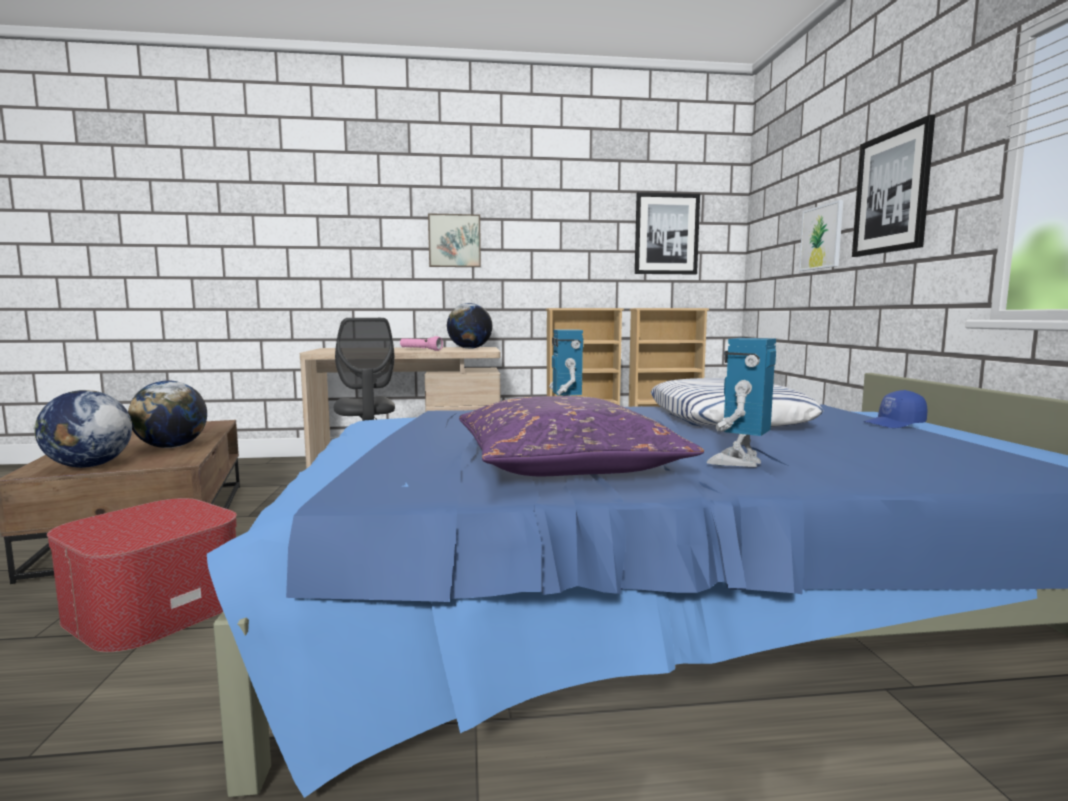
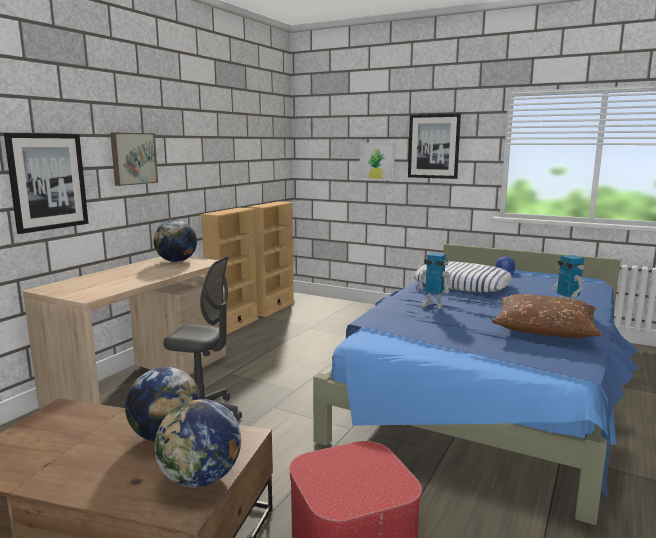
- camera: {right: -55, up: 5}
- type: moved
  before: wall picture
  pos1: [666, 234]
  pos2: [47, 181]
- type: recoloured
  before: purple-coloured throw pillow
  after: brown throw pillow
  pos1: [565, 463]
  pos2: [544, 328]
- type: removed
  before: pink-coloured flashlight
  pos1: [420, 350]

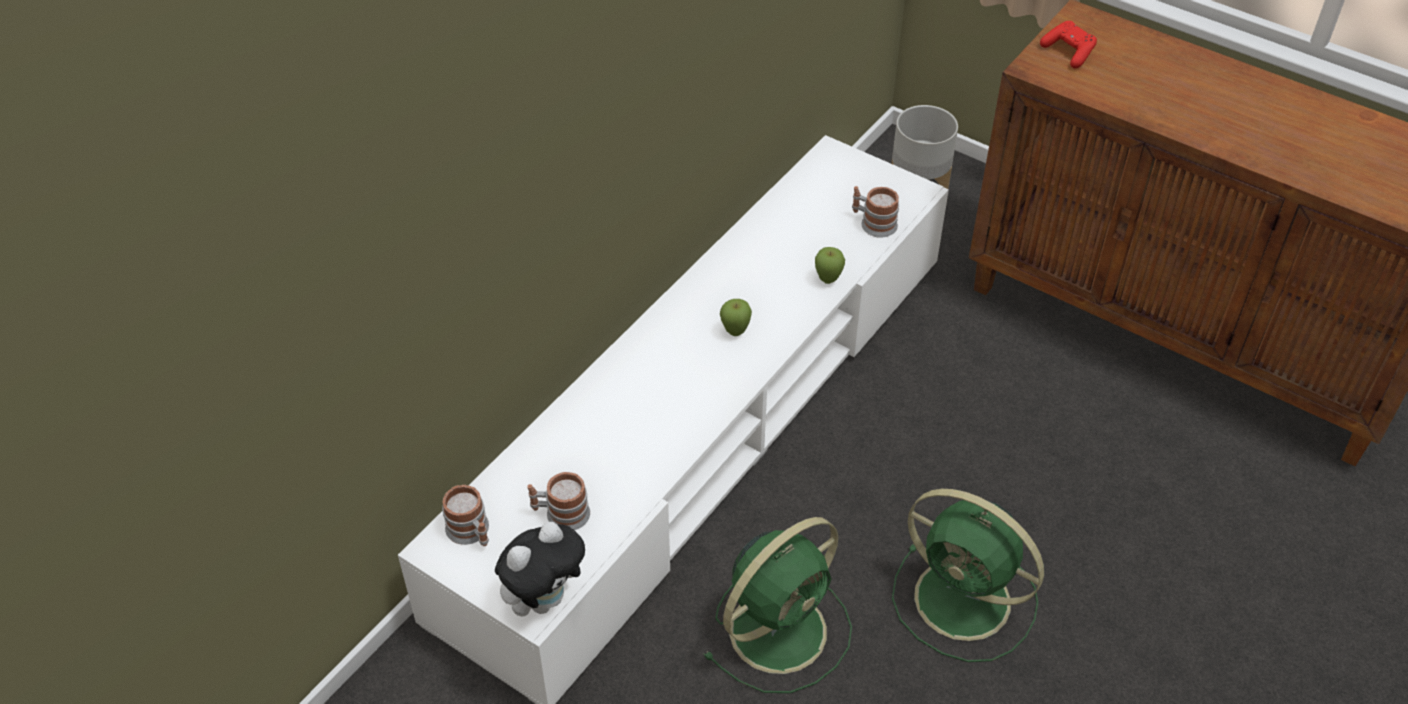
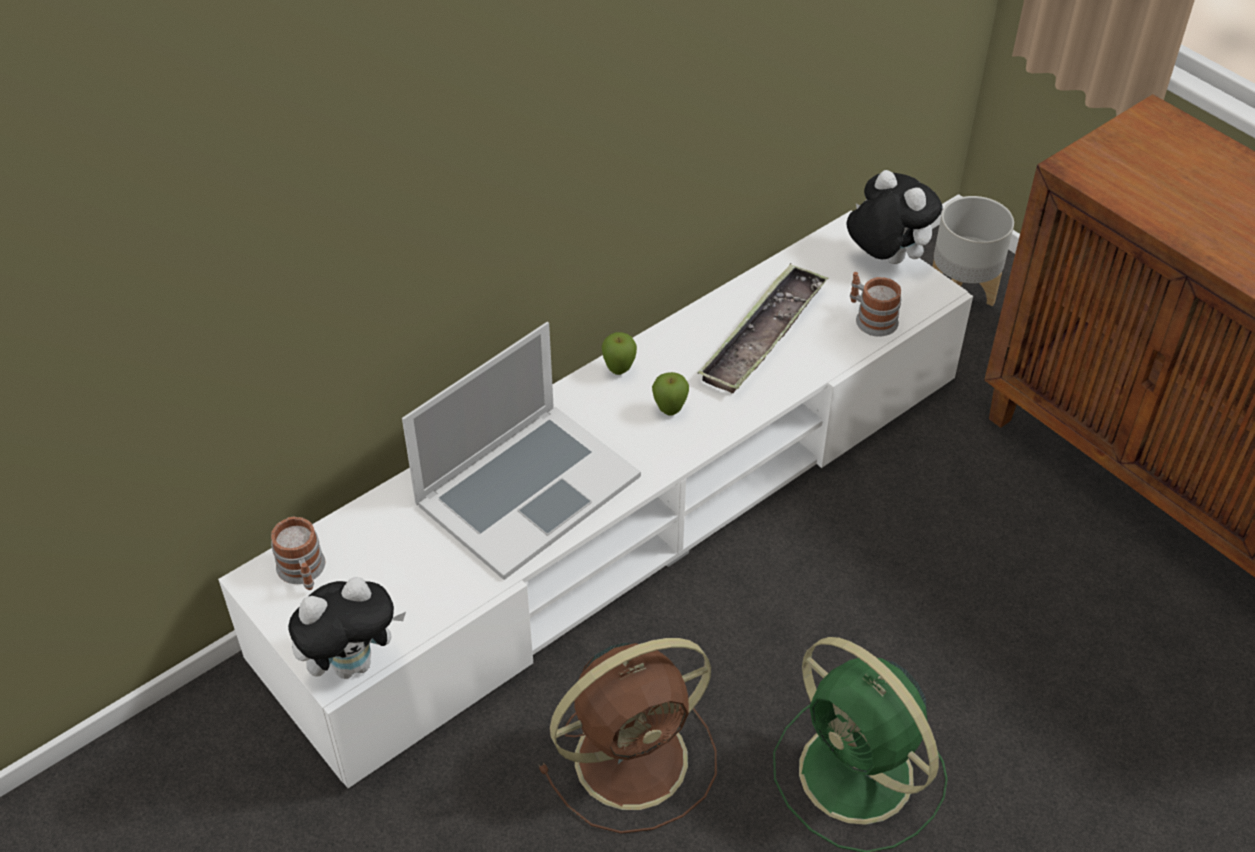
- camera: {right: 15, up: 0}
- type: added
  after: laptop
  pos2: [527, 488]
- type: recoloured
  before: green electric fan
  after: brown electric fan
  pos1: [781, 628]
  pos2: [636, 757]
- type: moved
  before: whole apple
  pos1: [828, 280]
  pos2: [619, 371]
- type: added
  after: tray
  pos2: [763, 335]
- type: added
  after: plush toy
  pos2: [885, 259]
- type: removed
  before: coffee mug
  pos1: [560, 514]
- type: removed
  before: red-coloured game controller
  pos1: [1068, 52]

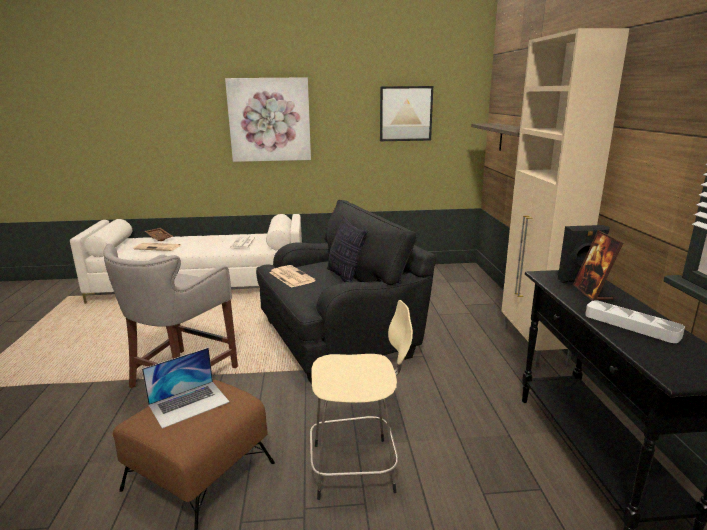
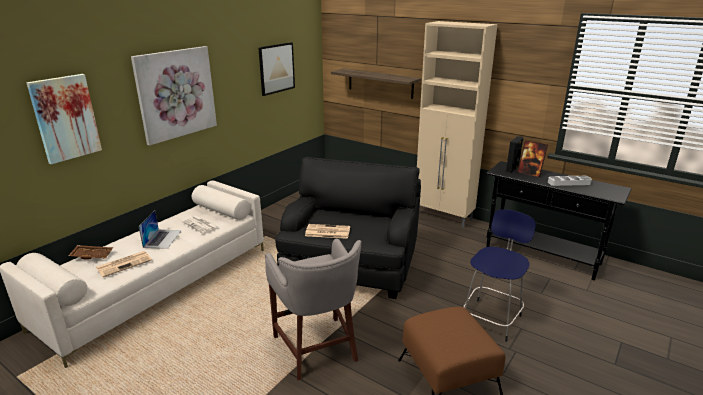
- camera: {right: -50, up: 5}
- type: added
  after: wall picture
  pos2: [65, 118]
- type: moved
  before: laptop
  pos1: [189, 403]
  pos2: [162, 238]
- type: recoloured
  before: sand-coloured stool
  after: blue-coloured stool
  pos1: [357, 467]
  pos2: [492, 318]
- type: removed
  before: throw pillow
  pos1: [345, 277]

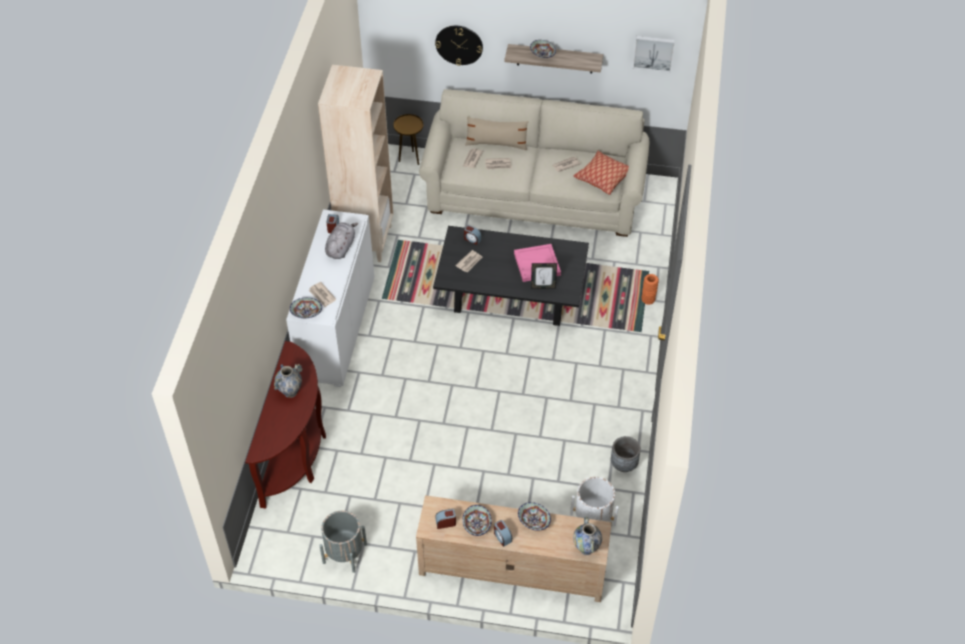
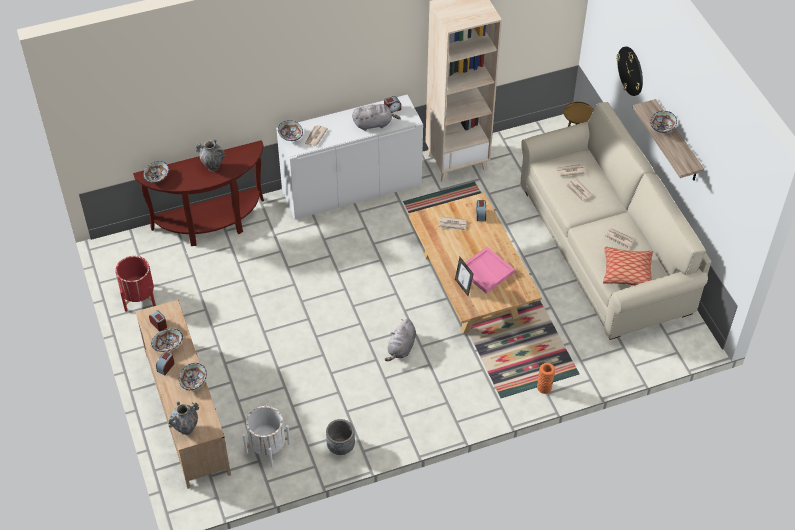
- camera: {right: 60, up: 0}
- type: recoloured
  before: grey plant pot
  after: red-coloured plant pot
  pos1: [344, 553]
  pos2: [139, 297]
- type: added
  after: serving bowl
  pos2: [157, 177]
- type: added
  after: grey plush toy
  pos2: [401, 348]
- type: recoloured
  before: blackish coffee table
  after: sand-coloured coffee table
  pos1: [511, 296]
  pos2: [471, 285]
- type: removed
  before: sand-coloured throw pillow
  pos1: [496, 144]
- type: removed
  before: wall picture
  pos1: [653, 52]

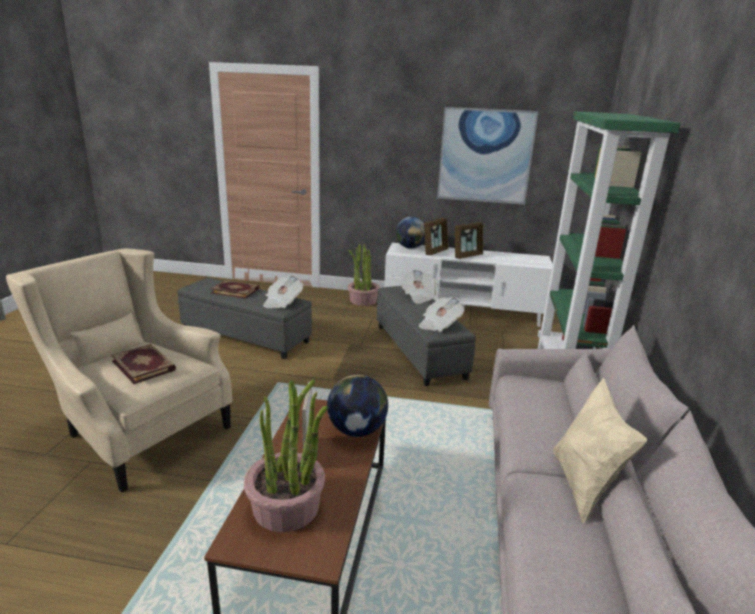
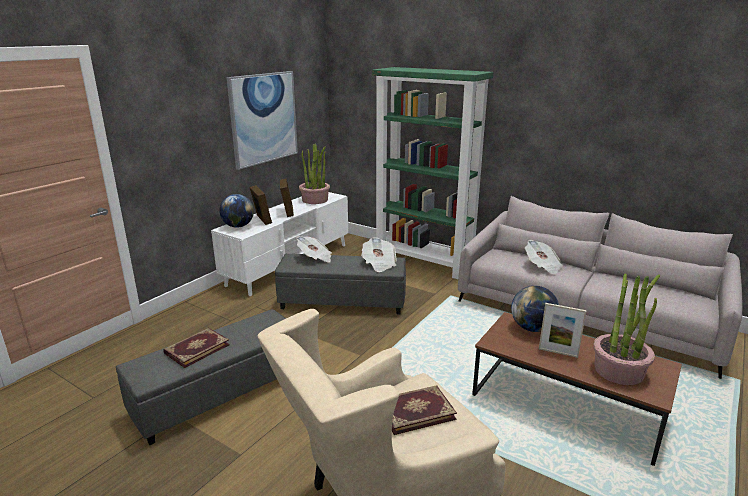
- camera: {right: -65, up: 0}
- type: moved
  before: potted plant
  pos1: [363, 300]
  pos2: [315, 200]
- type: moved
  before: daily paper
  pos1: [282, 302]
  pos2: [542, 266]
- type: removed
  before: sand-coloured throw pillow
  pos1: [583, 486]

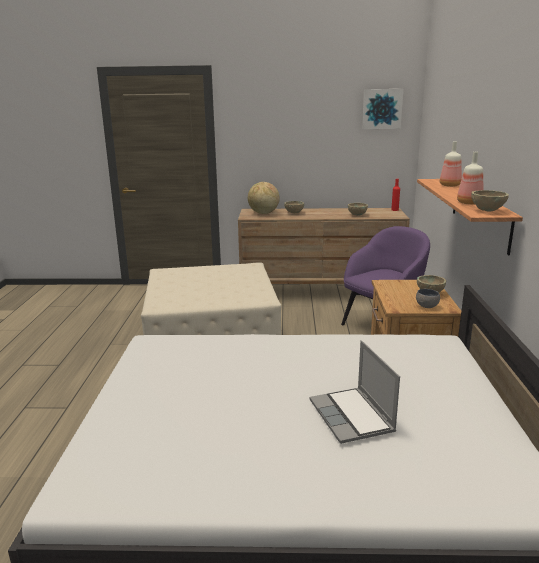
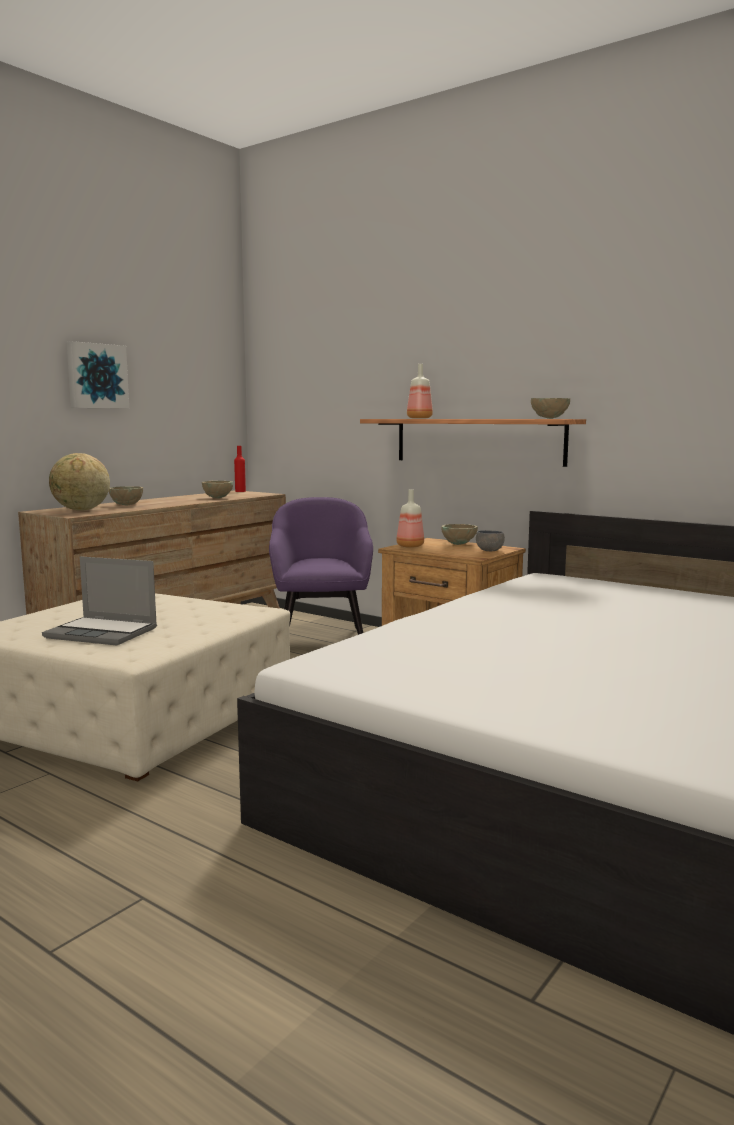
- camera: {right: -55, up: -10}
- type: moved
  before: laptop
  pos1: [352, 417]
  pos2: [103, 633]
- type: moved
  before: wall picture
  pos1: [382, 109]
  pos2: [96, 376]
- type: moved
  before: drink bottle
  pos1: [468, 203]
  pos2: [409, 546]

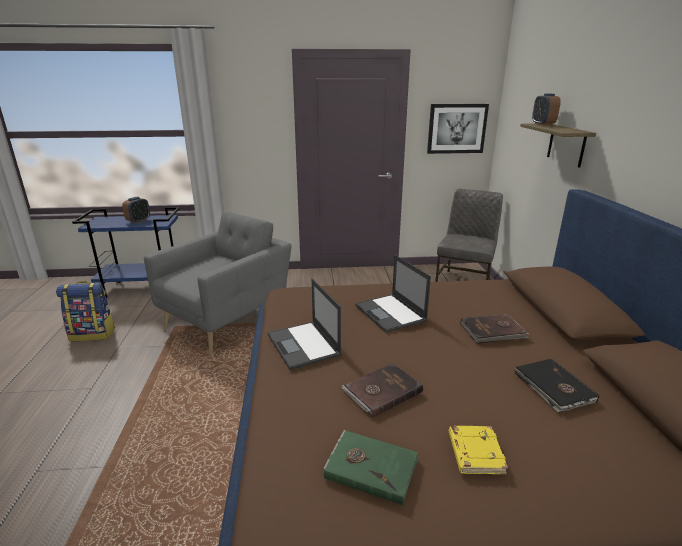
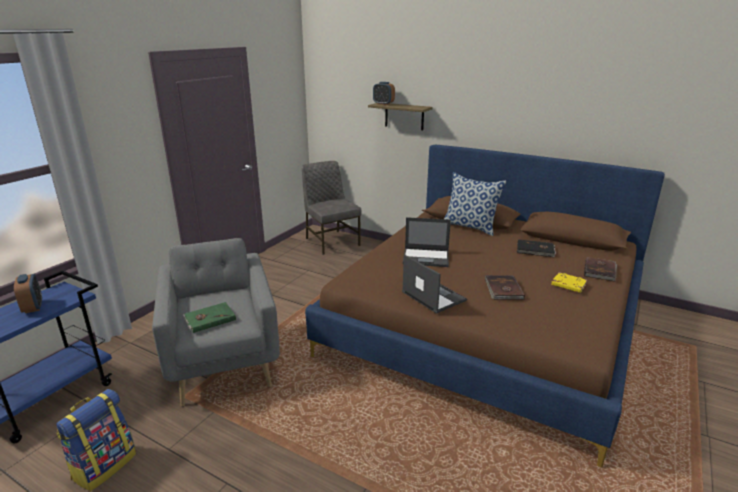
- camera: {right: -55, up: 0}
- type: moved
  before: green bound book
  pos1: [371, 467]
  pos2: [209, 319]
- type: turned
  before: laptop
  pos1: [304, 345]
  pos2: [433, 296]
  turn: -135
- type: added
  after: throw pillow
  pos2: [470, 227]
- type: moved
  before: brown bound book
  pos1: [493, 331]
  pos2: [600, 270]
- type: removed
  before: wall picture
  pos1: [456, 128]

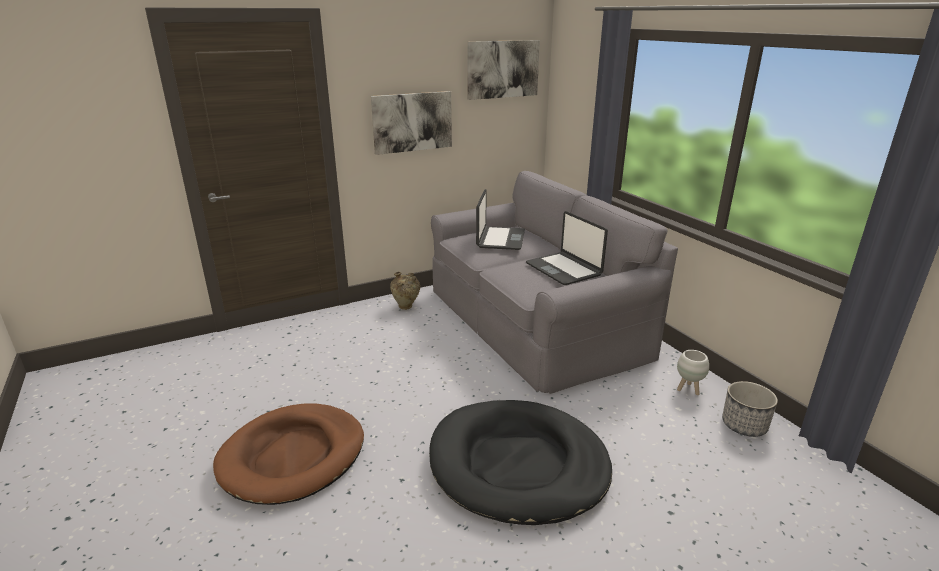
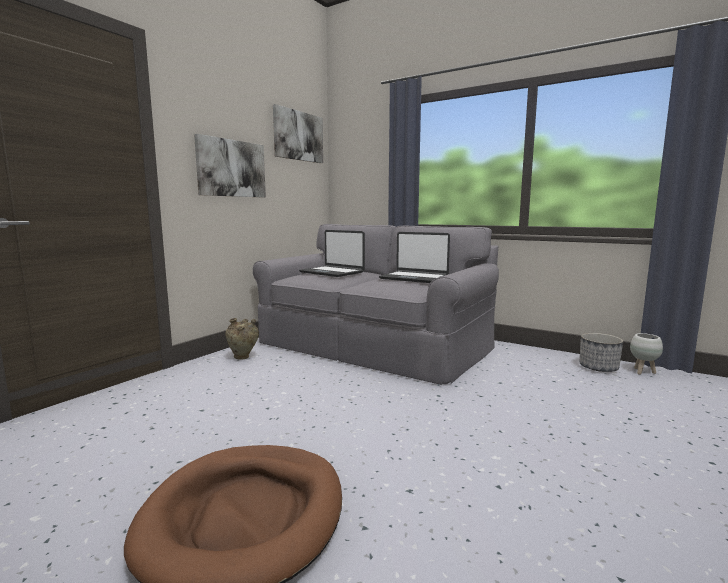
- camera: {right: -30, up: -15}
- type: turned
  before: laptop
  pos1: [500, 239]
  pos2: [332, 272]
  turn: 150
- type: moved
  before: whitish plant pot
  pos1: [688, 389]
  pos2: [643, 372]
- type: removed
  before: blackish dog cushion
  pos1: [518, 465]

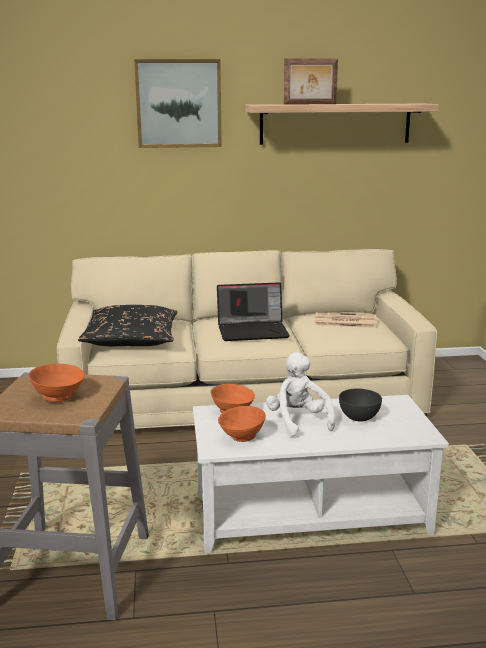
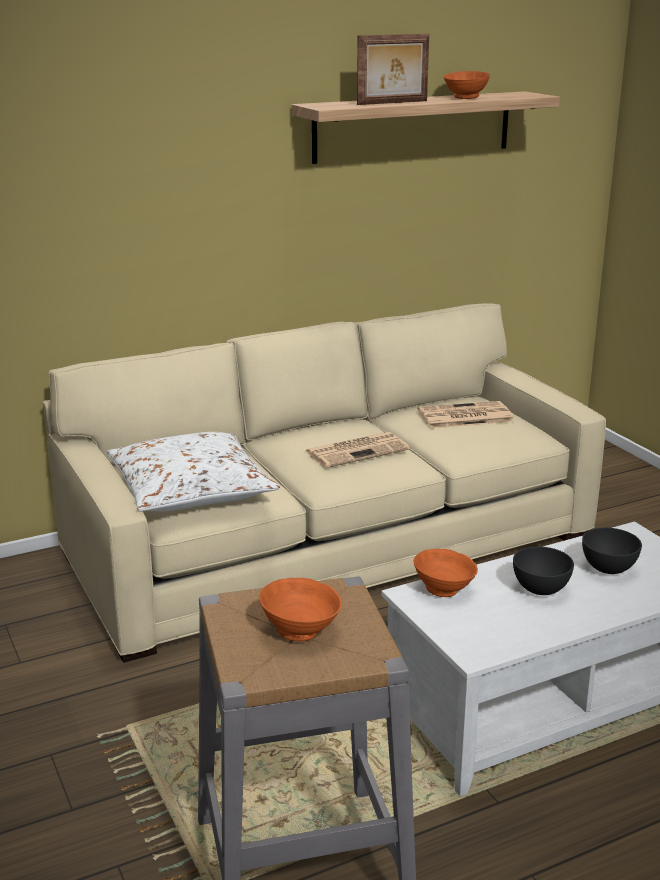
- camera: {right: -20, up: 5}
- type: recoloured
  before: blackish throw pillow
  after: whitish throw pillow
  pos1: [131, 338]
  pos2: [191, 489]
- type: replaced
  before: laptop
  after: daily paper
  pos1: [253, 331]
  pos2: [357, 450]
- type: moved
  before: orange-coloured serving bowl
  pos1: [241, 437]
  pos2: [464, 98]
- type: replaced
  before: whitish plush toy
  after: grey serving bowl
  pos1: [298, 421]
  pos2: [540, 588]
- type: removed
  before: wall picture
  pos1: [178, 104]

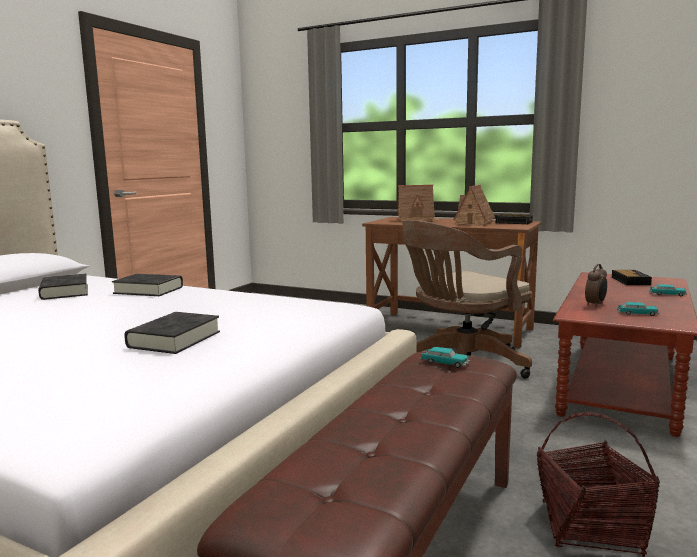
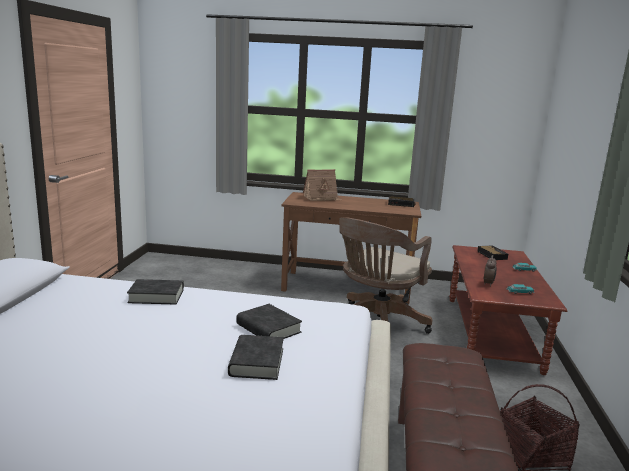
- camera: {right: -20, up: 5}
- type: moved
  before: blackish bound book
  pos1: [64, 292]
  pos2: [268, 328]
- type: removed
  before: toy car
  pos1: [444, 363]
- type: removed
  before: miniature house
  pos1: [473, 223]

